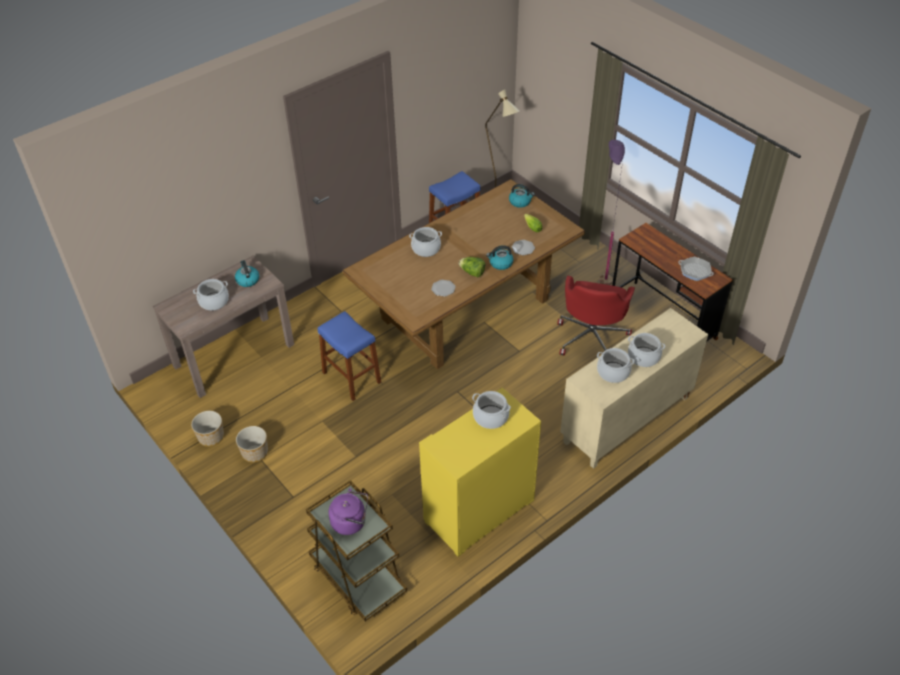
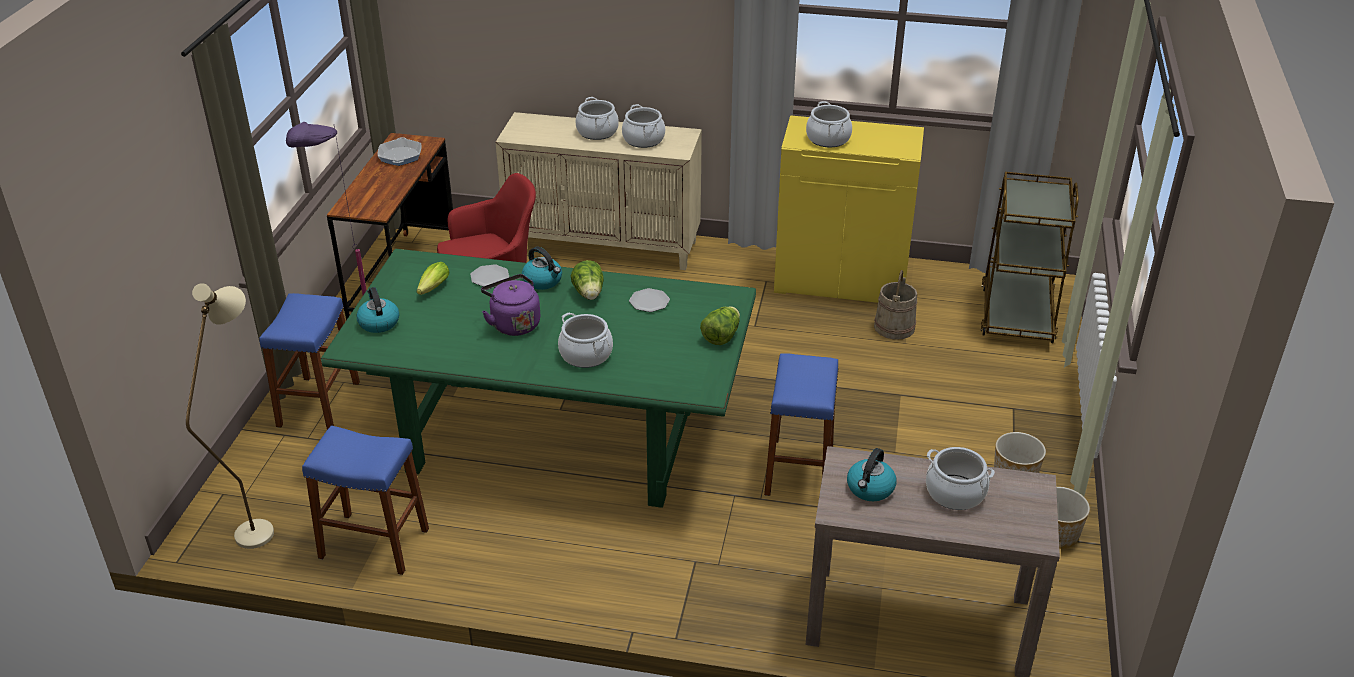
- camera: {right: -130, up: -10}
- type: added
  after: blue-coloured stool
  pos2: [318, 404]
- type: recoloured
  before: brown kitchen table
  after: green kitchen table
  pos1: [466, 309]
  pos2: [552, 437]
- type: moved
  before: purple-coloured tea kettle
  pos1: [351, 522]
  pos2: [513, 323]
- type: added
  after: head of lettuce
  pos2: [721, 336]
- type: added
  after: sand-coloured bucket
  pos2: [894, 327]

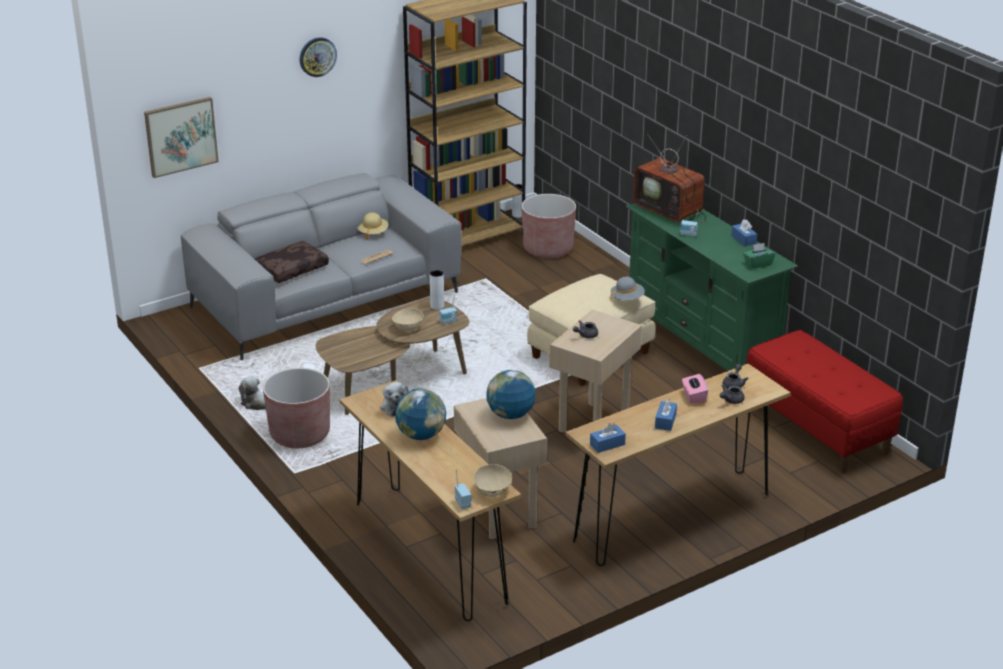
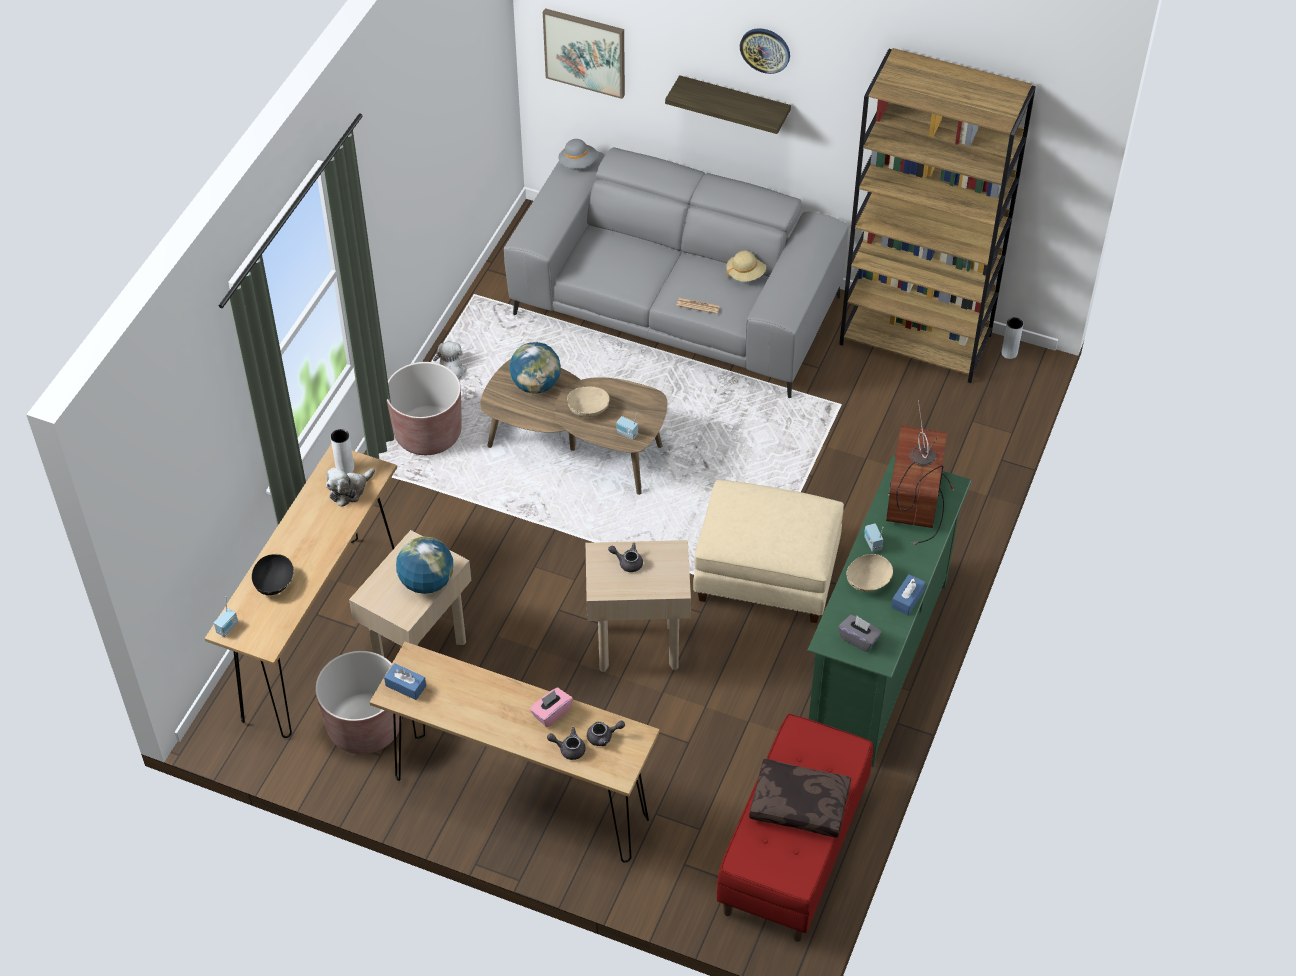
- camera: {right: 55, up: 20}
- type: added
  after: blackish serving bowl
  pos2: [275, 584]
- type: moved
  before: brown plant pot
  pos1: [548, 249]
  pos2: [365, 726]
- type: moved
  before: whitish flower vase
  pos1: [437, 306]
  pos2: [345, 468]
- type: moved
  before: desk globe
  pos1: [421, 435]
  pos2: [536, 385]
- type: moved
  before: grey wearable hat
  pos1: [627, 298]
  pos2: [578, 163]
- type: added
  after: bracket shelf
  pos2: [734, 105]
- type: moved
  before: brown throw pillow
  pos1: [291, 268]
  pos2: [800, 803]
- type: recoloured
  before: green tissue holder
  after: grey tissue holder
  pos1: [758, 264]
  pos2: [858, 639]
- type: moved
  before: sand-coloured serving bowl
  pos1: [493, 491]
  pos2: [868, 582]
- type: removed
  before: blue-coloured tissue holder
  pos1: [665, 421]

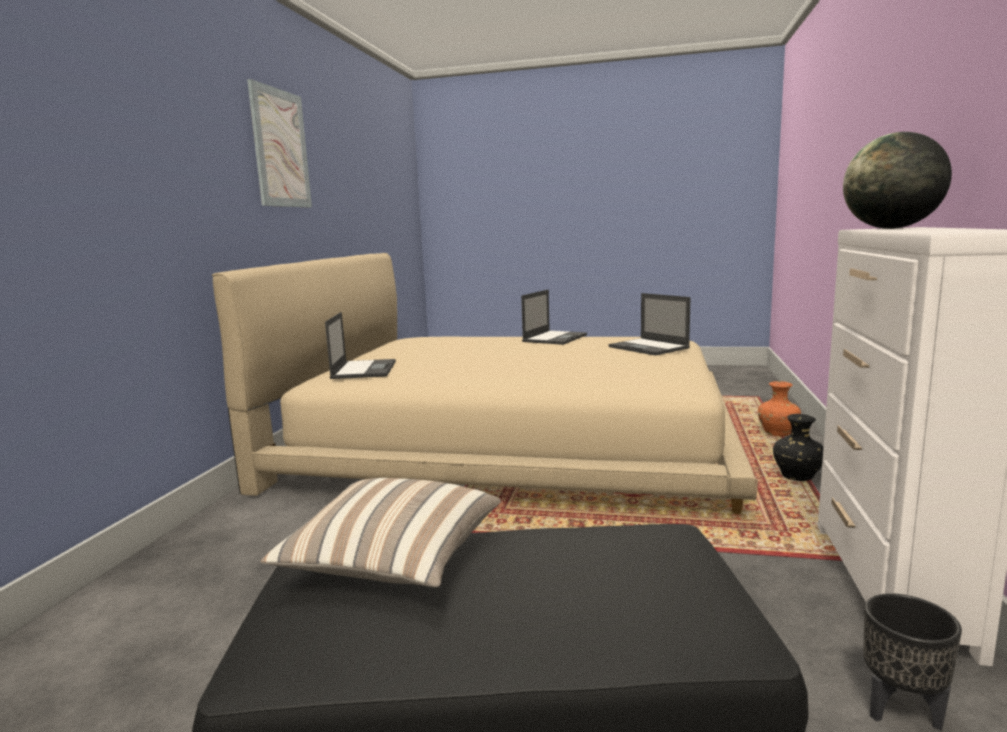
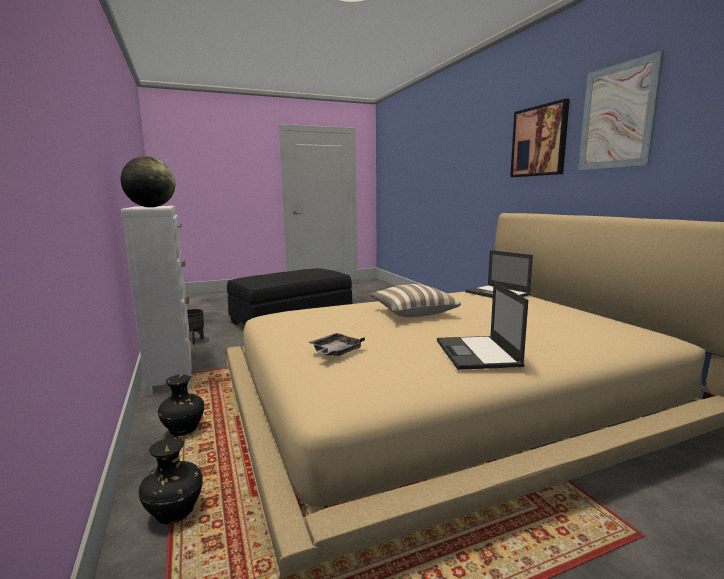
- camera: {right: 145, up: 0}
- type: recoloured
  before: orange-coloured flower vase
  after: blackish flower vase
  pos1: [778, 433]
  pos2: [174, 513]
- type: replaced
  before: laptop
  after: grey tray
  pos1: [649, 347]
  pos2: [335, 352]
- type: moved
  before: throw pillow
  pos1: [392, 562]
  pos2: [412, 313]
- type: added
  after: wall picture
  pos2: [539, 141]

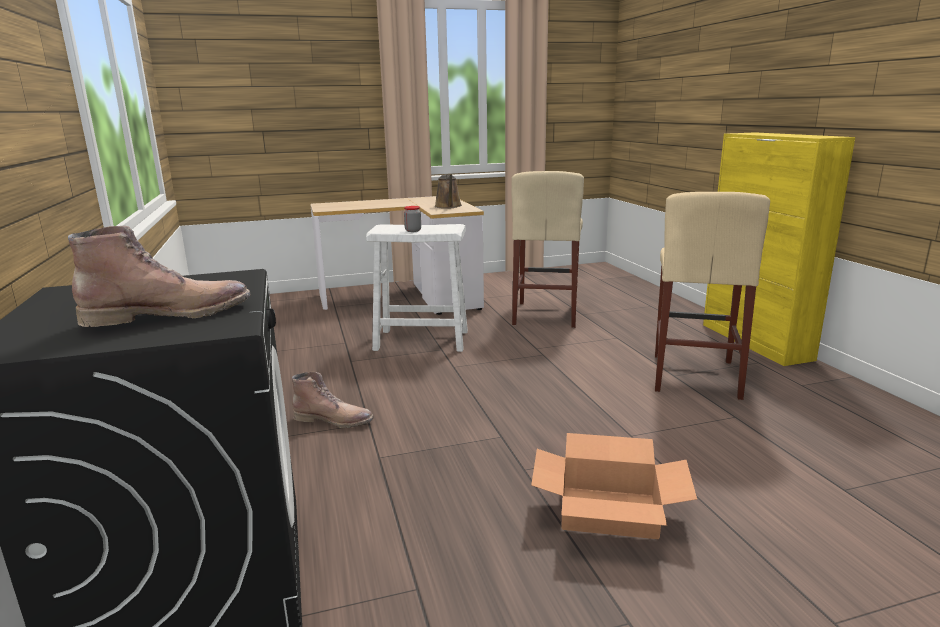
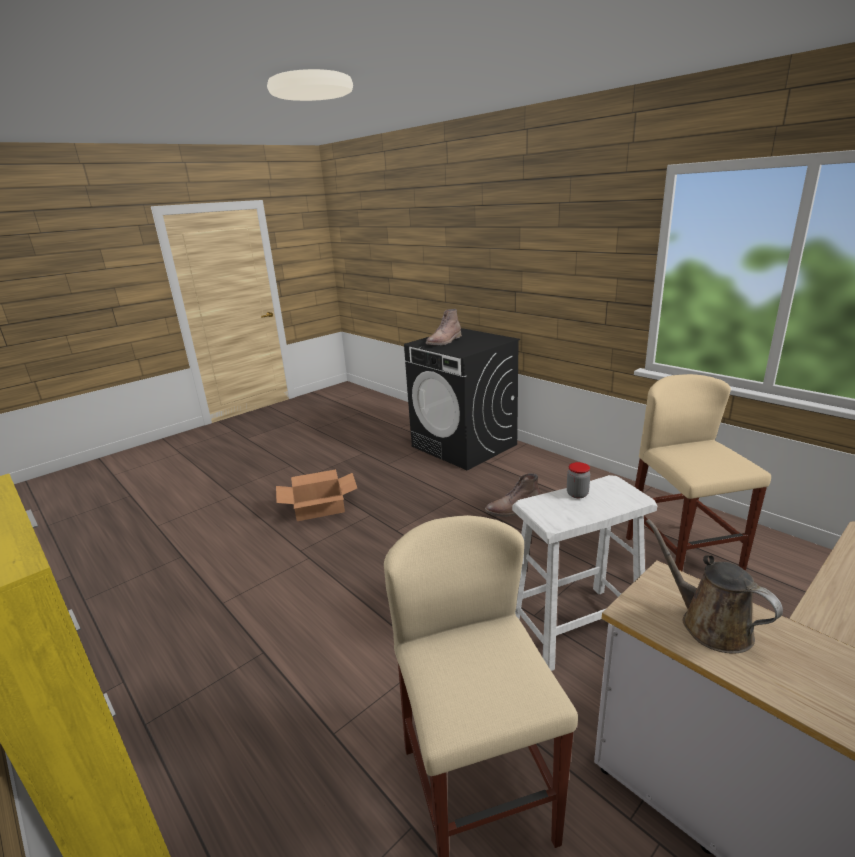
- camera: {right: 155, up: 5}
- type: moved
  before: sand-coloured stool
  pos1: [694, 375]
  pos2: [682, 556]

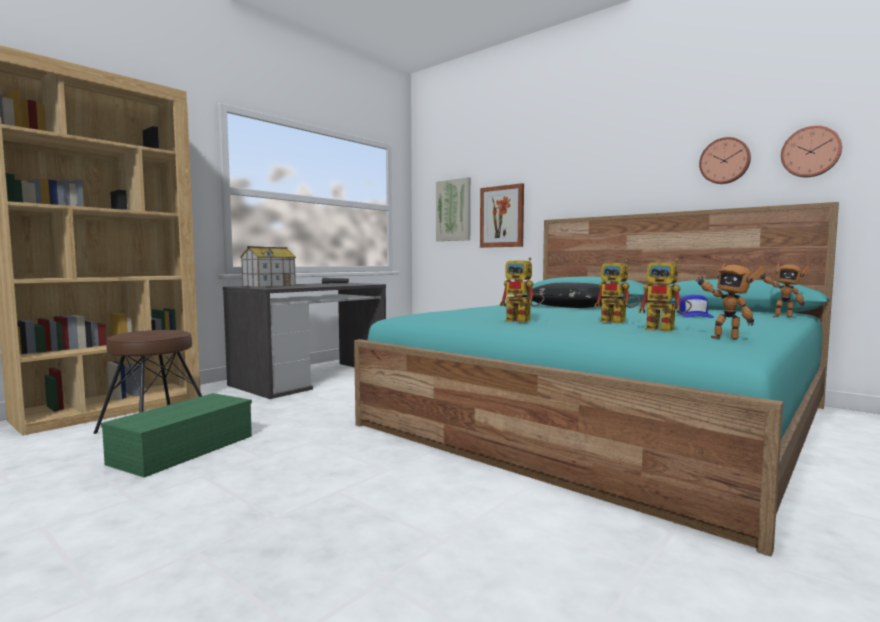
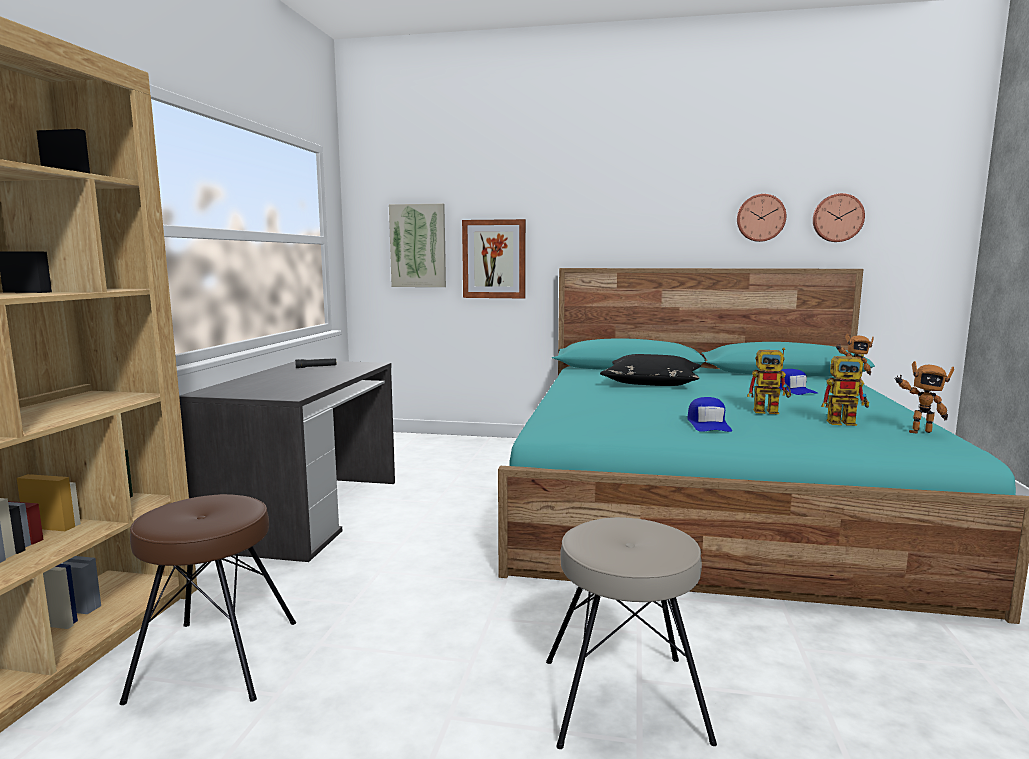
- camera: {right: -30, up: 5}
- type: added
  after: sand-coloured stool
  pos2: [624, 700]
- type: replaced
  before: model robot
  after: blue-coloured peaked cap
  pos1: [523, 321]
  pos2: [708, 424]
- type: removed
  before: green storage box
  pos1: [184, 448]
- type: removed
  before: miniature house
  pos1: [269, 286]

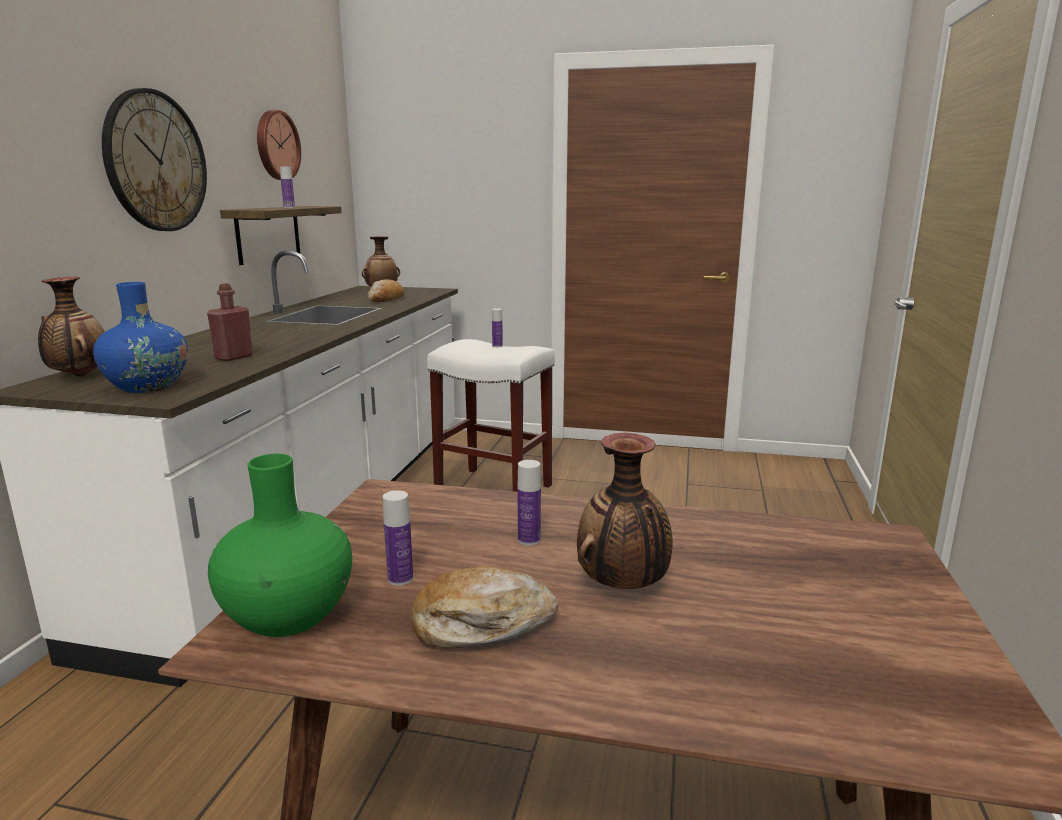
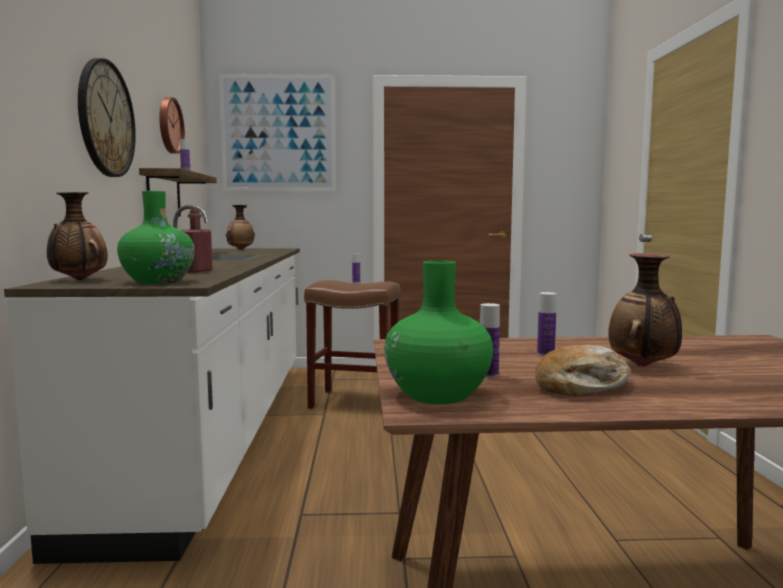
- camera: {right: -15, up: -10}
- type: recoloured
  before: blue-coloured flower vase
  after: green flower vase
  pos1: [147, 386]
  pos2: [158, 281]
- type: added
  after: wall picture
  pos2: [278, 133]
- type: recoloured
  before: whitish stool
  after: brown stool
  pos1: [495, 489]
  pos2: [356, 401]
- type: removed
  before: bread
  pos1: [385, 299]

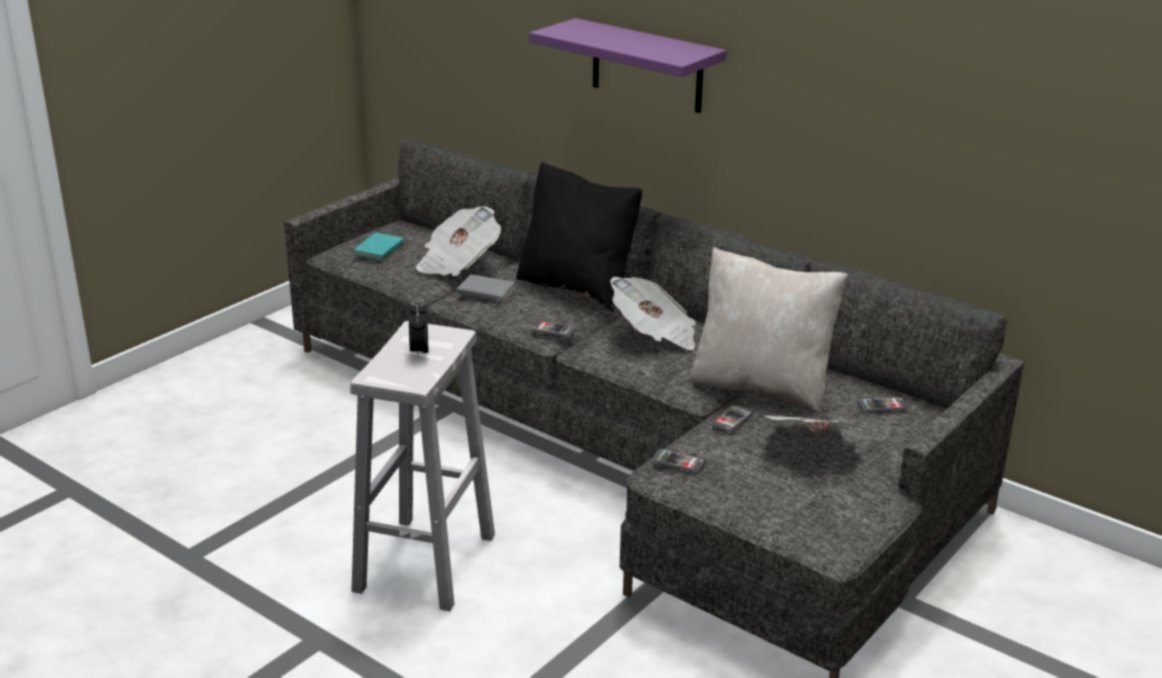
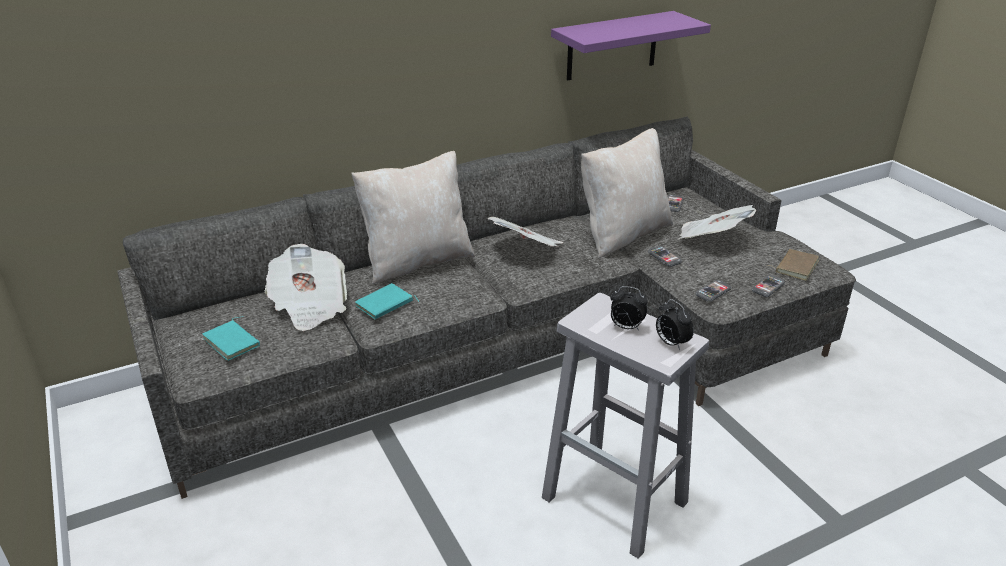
- camera: {right: -65, up: 5}
- type: recoloured
  before: blackish throw pillow
  after: sand-coloured throw pillow
  pos1: [577, 288]
  pos2: [417, 261]
- type: recoloured
  before: grey bound book
  after: blue-green bound book
  pos1: [485, 292]
  pos2: [385, 305]
- type: moved
  before: purple-coloured bracket shelf
  pos1: [647, 66]
  pos2: [612, 46]
- type: added
  after: bedside clock
  pos2: [671, 343]
- type: moved
  before: telephone
  pos1: [553, 331]
  pos2: [768, 287]
- type: added
  after: brown bound book
  pos2: [795, 266]

